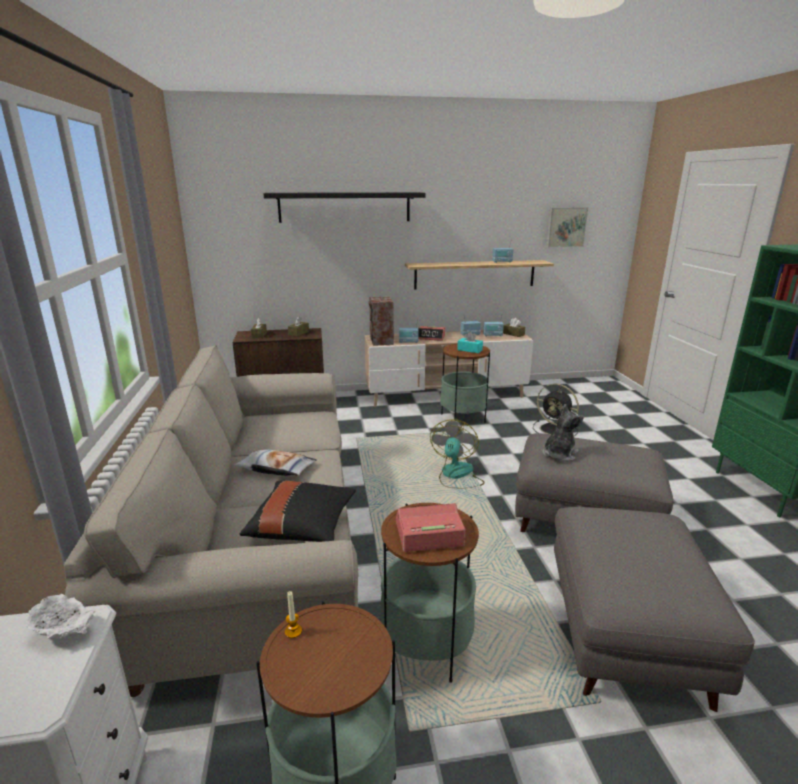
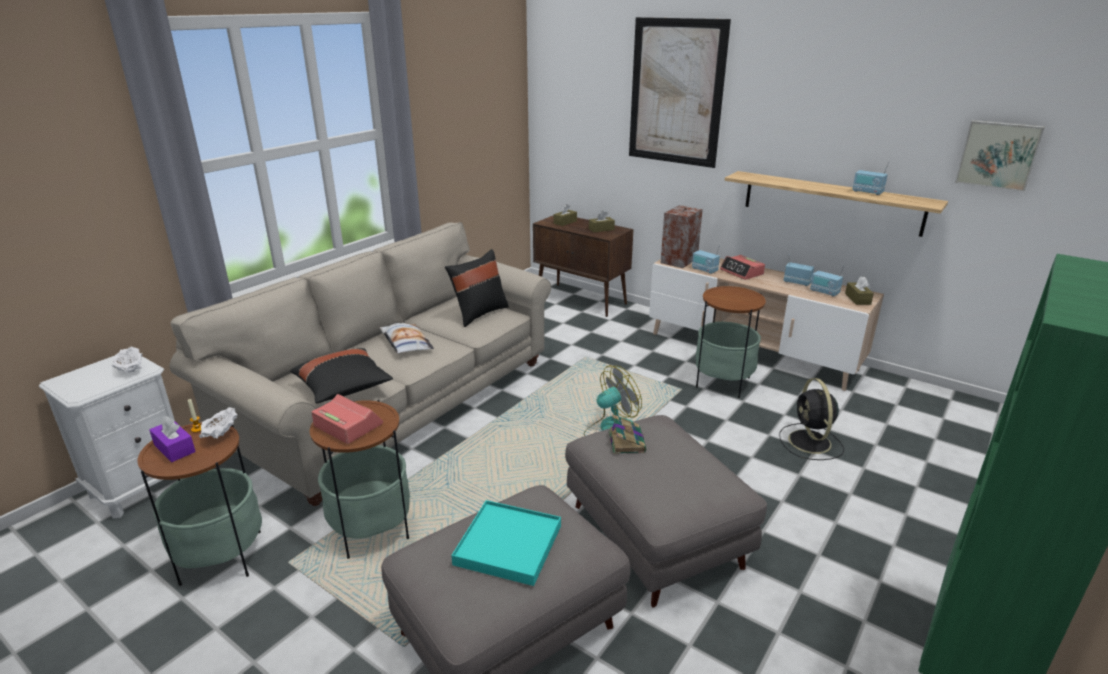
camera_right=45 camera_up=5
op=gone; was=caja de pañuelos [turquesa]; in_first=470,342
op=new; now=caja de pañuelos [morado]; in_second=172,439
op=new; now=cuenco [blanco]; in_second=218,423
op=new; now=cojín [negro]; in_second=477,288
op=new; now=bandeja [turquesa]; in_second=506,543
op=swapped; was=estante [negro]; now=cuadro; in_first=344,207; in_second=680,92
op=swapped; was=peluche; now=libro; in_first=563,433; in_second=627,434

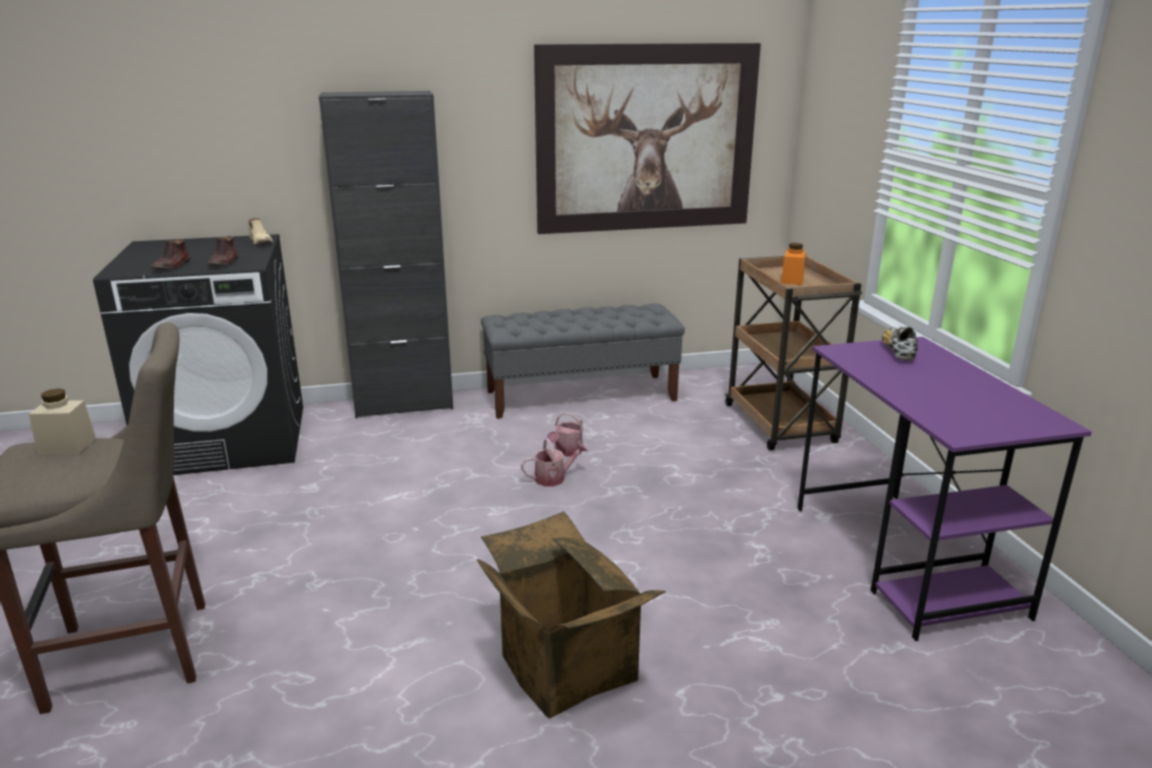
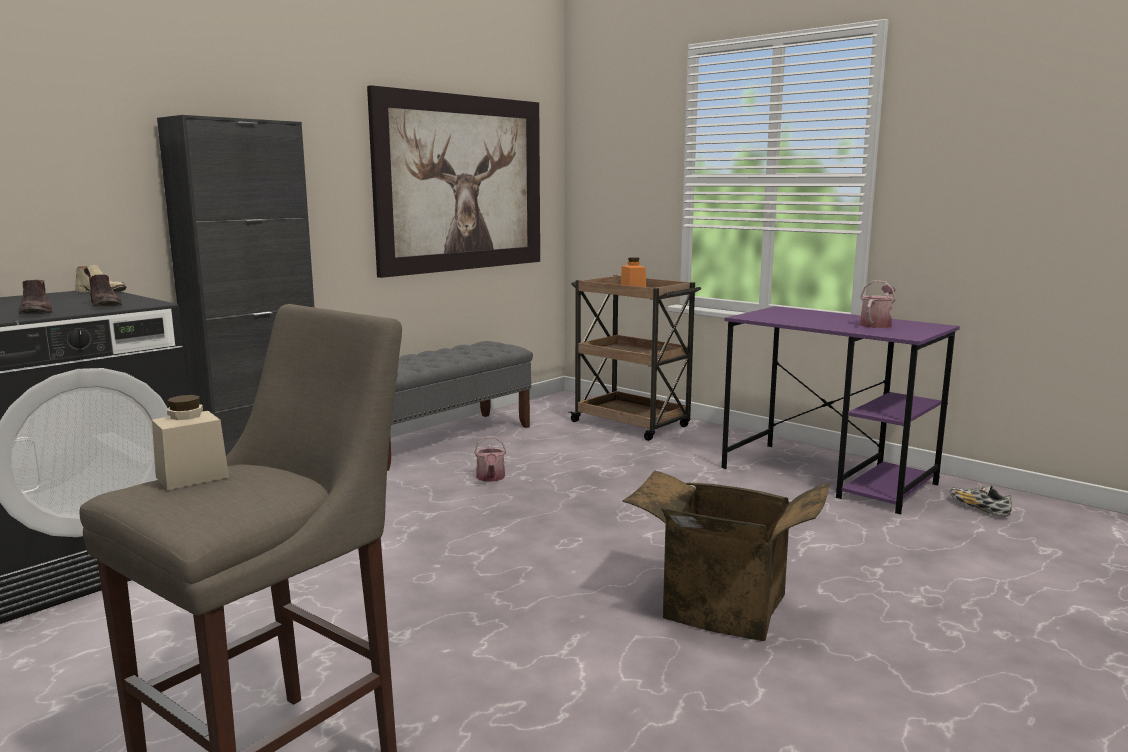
camera_right=-35 camera_up=-10
op=shifted; was=regadera; in_first=554,462; in_second=878,304
op=shifted; was=zapato; in_first=900,343; in_second=981,501

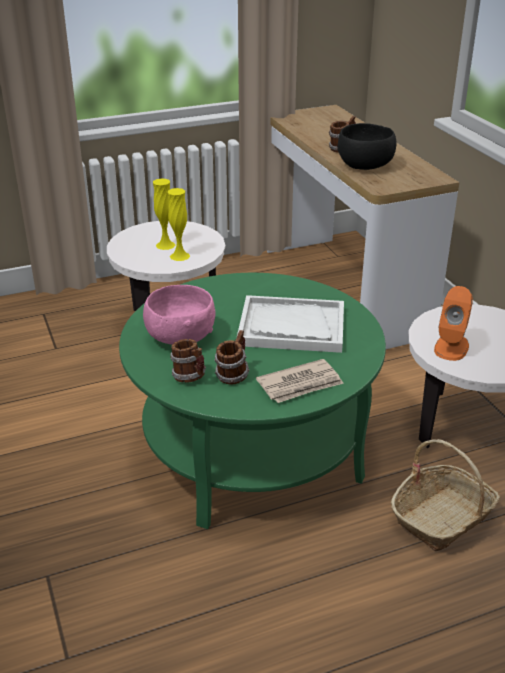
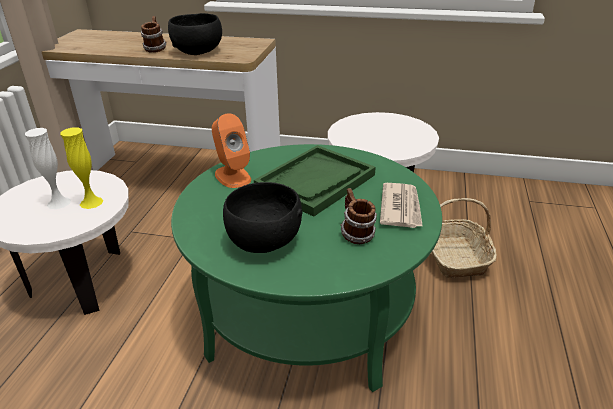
camera_right=-55 camera_up=0
op=gone; was=taza grande; in_first=188,361
op=shifted; was=altavoz [naranja]; in_first=453,323; in_second=231,150
op=repainted; was=cuenco [rosa]; now=cuenco [negro]; in_first=179,315; in_second=262,217
op=repainted; was=florero [amarillo]; now=florero [blanco]; in_first=164,214; in_second=48,168
op=repainted; was=bandeja [blanco]; now=bandeja [verde]; in_first=290,324; in_second=315,181

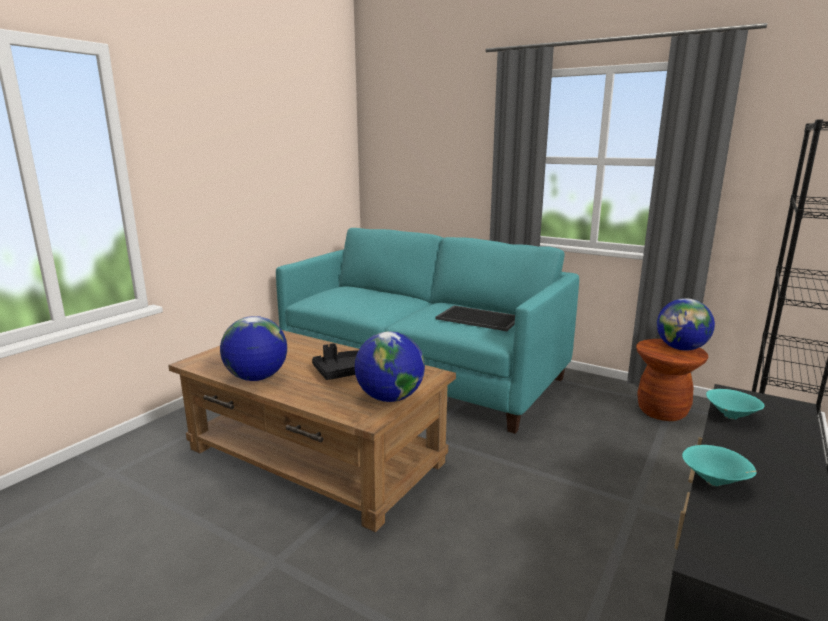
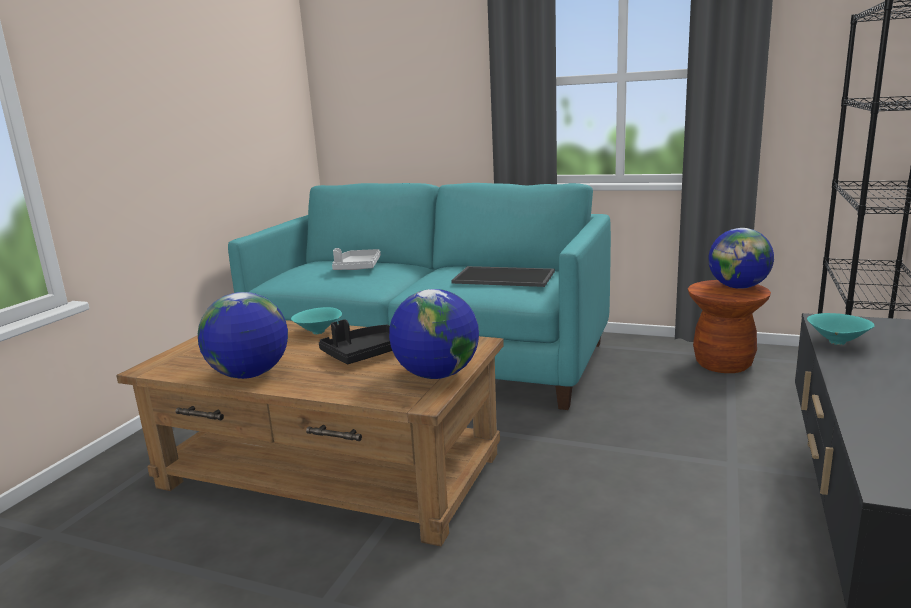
camera_right=-10 camera_up=0
op=new; now=bandeja [gris]; in_second=356,259
op=shifted; was=cuenco [turquesa]; in_first=719,465; in_second=316,320

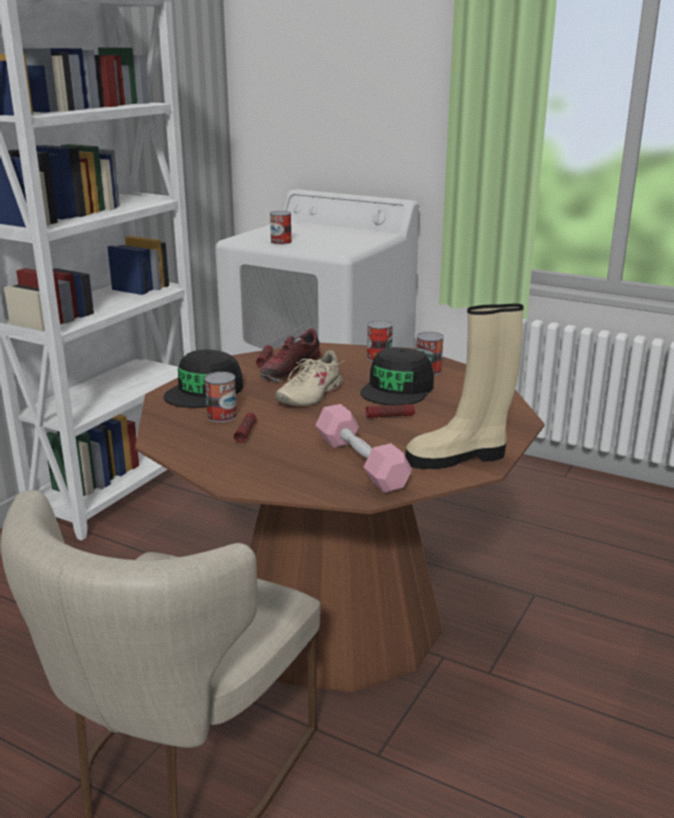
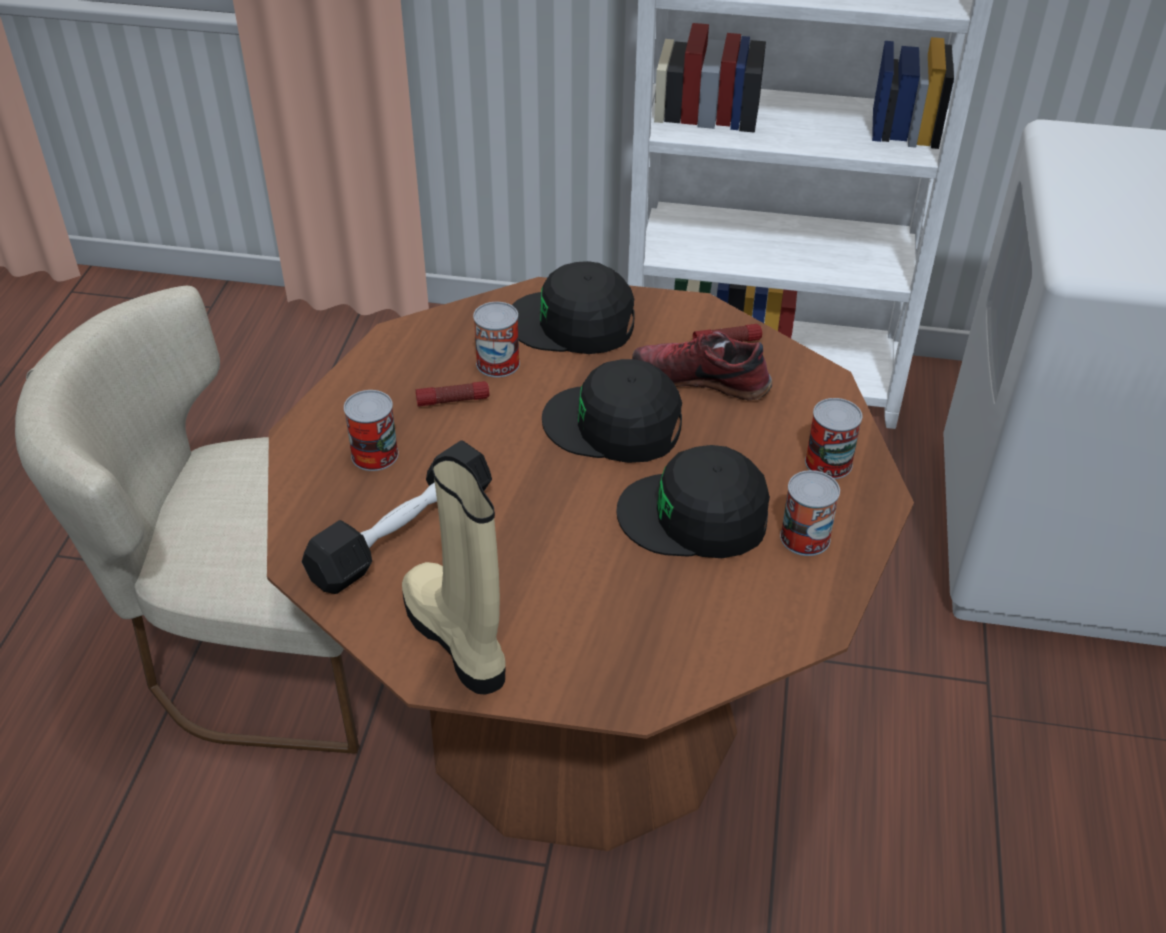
camera_right=70 camera_up=20
op=gone; was=linterna; in_first=390,411
op=shifted; was=lata; in_first=281,228; in_second=371,430
op=swapped; was=zapato [beis]; now=gorra [negro]; in_first=310,378; in_second=612,411
op=repainted; was=mancuerna [rosa]; now=mancuerna [negro]; in_first=364,448; in_second=397,517

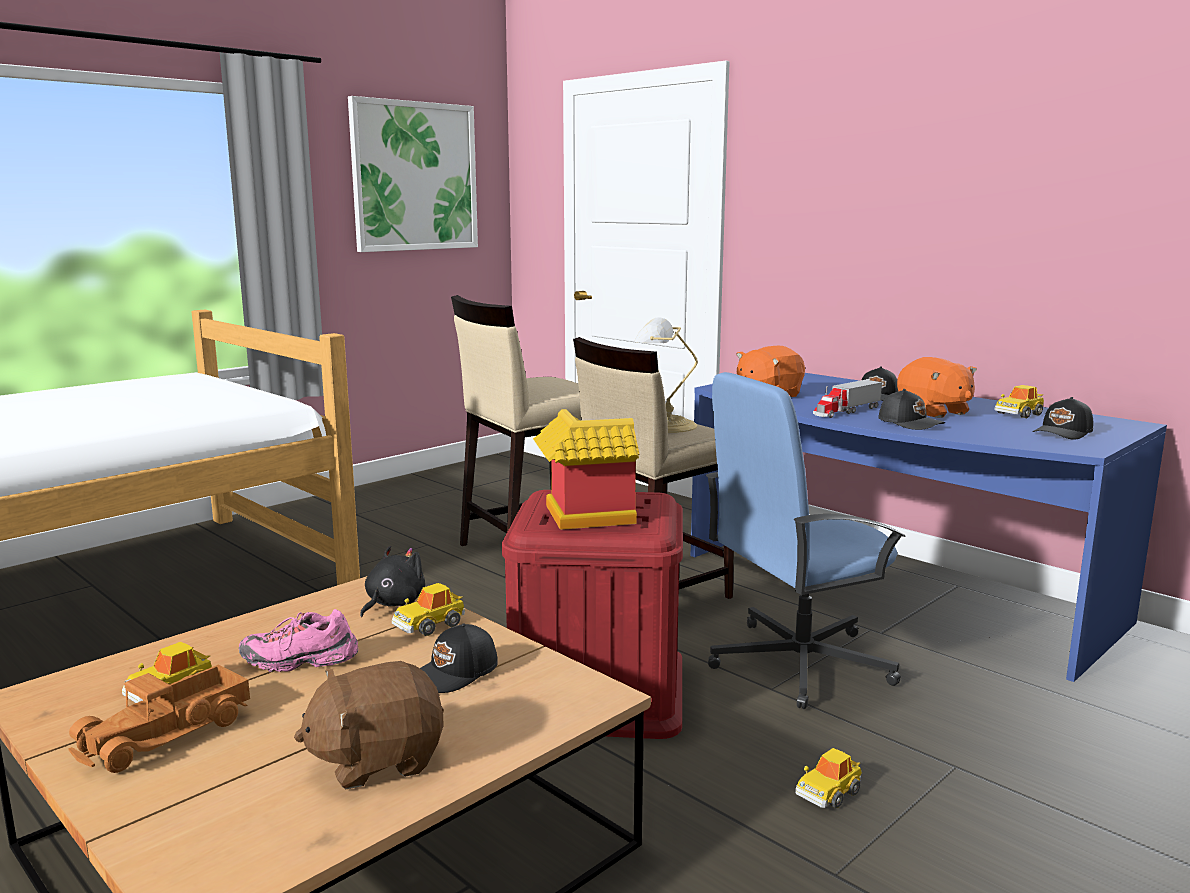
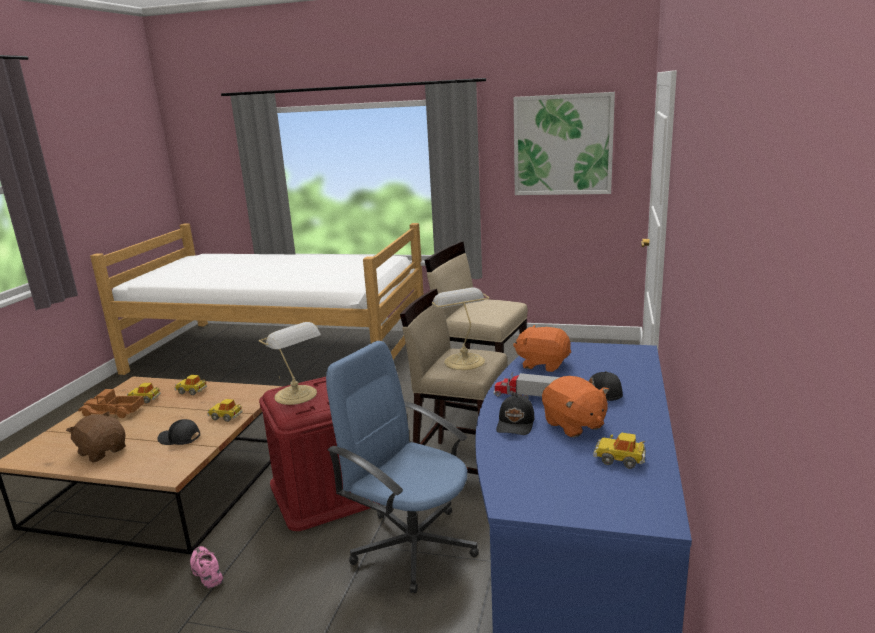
camera_right=60 camera_up=5
op=gone; was=peluche [negro]; in_first=392,581
op=gone; was=gorra [negro]; in_first=1063,418
op=shifted; was=zapato [rosa]; in_first=298,640; in_second=206,567
op=shifted; was=coche de juguete; in_first=828,778; in_second=191,385
op=swapped; was=casita; now=lámpara de mesa; in_first=586,469; in_second=289,363
op=rotated; was=peluche [naranja]; in_first=937,387; in_second=575,406; clockwise=-60

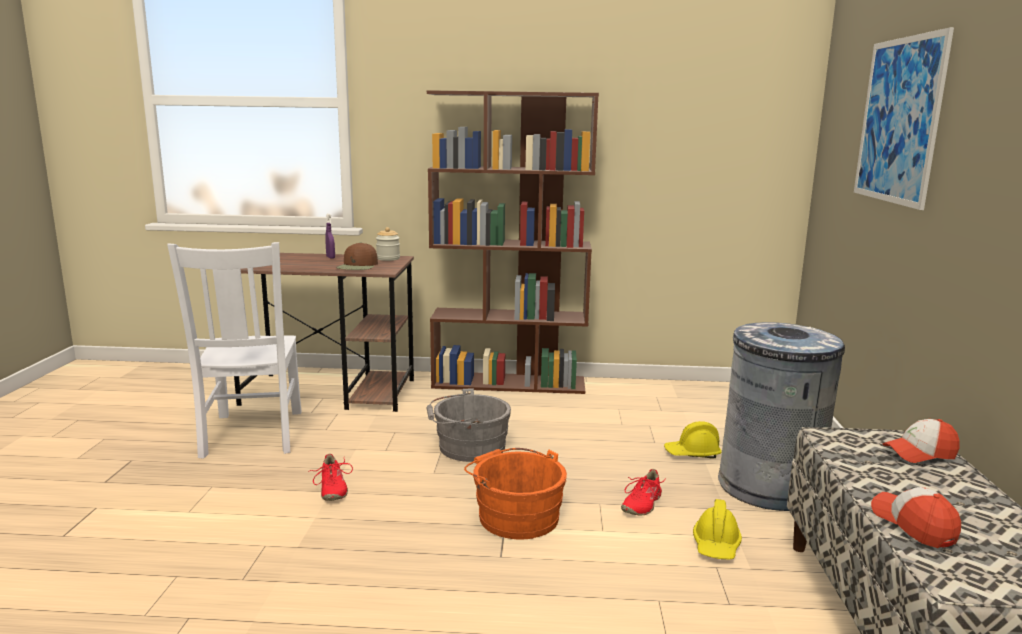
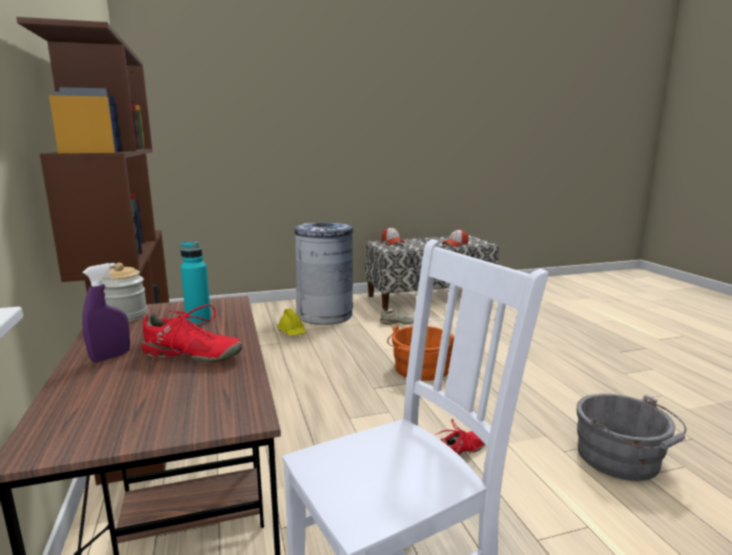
camera_right=-110 camera_up=0
op=gone; was=cuadro; in_first=904,118
op=shifted; was=cubo [gris]; in_first=469,425; in_second=631,437
op=shifted; was=zapato [rojo]; in_first=644,492; in_second=192,333
op=swapped; was=gorra [marrón]; now=botella [turquesa]; in_first=357,256; in_second=195,283
op=swapped; was=casco [amarillo]; now=zapato [beis]; in_first=717,529; in_second=397,315

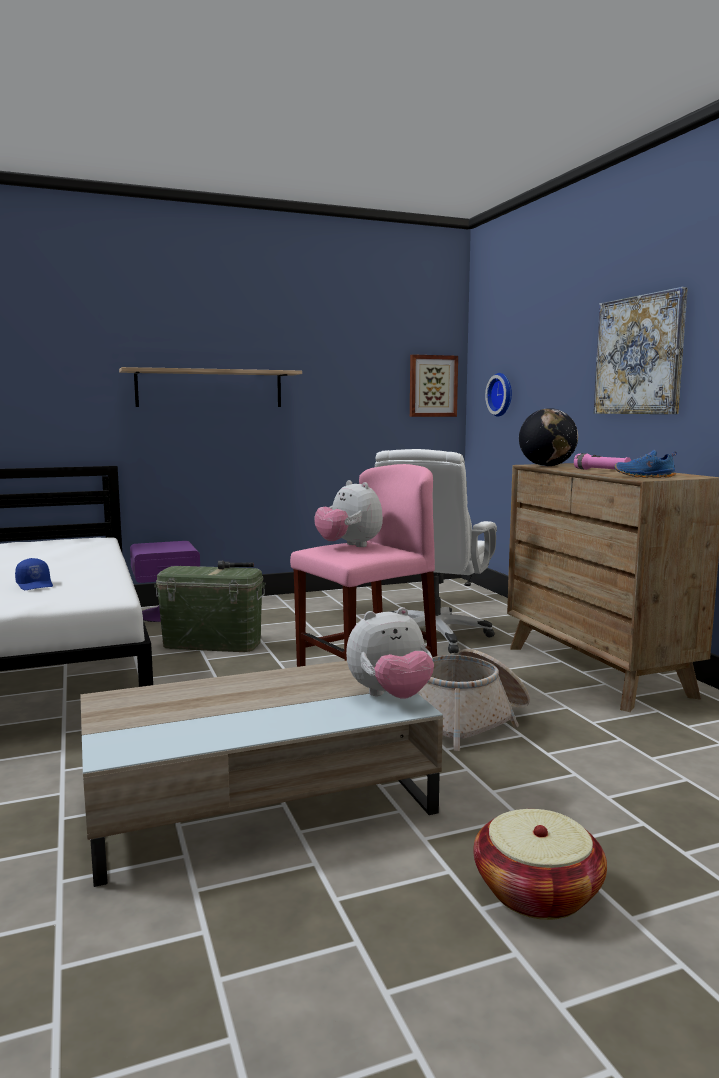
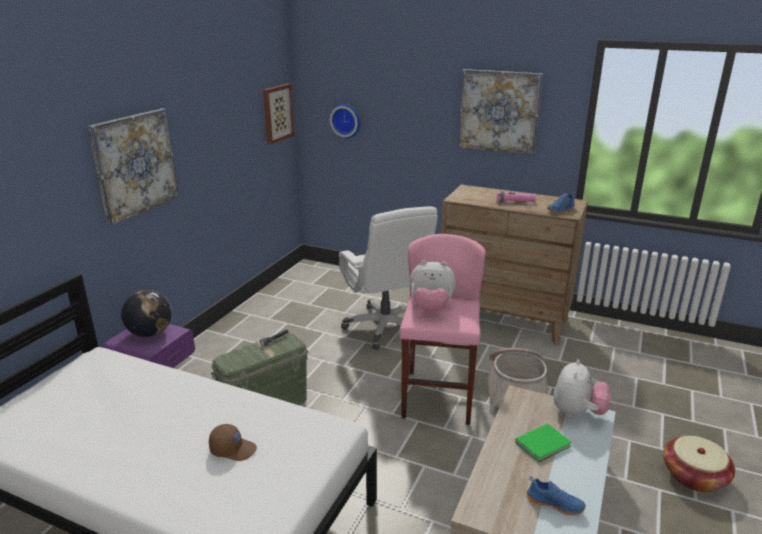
camera_right=-45 camera_up=15
op=new; now=libro [verde]; in_second=543,443
op=new; now=zapato [azul]; in_second=556,495
op=shifted; was=globo terráqueo; in_first=548,437; in_second=146,313
op=swapped; was=estante; now=cuadro; in_first=210,387; in_second=133,166
op=repainted; was=gorra [azul]; now=gorra [marrón]; in_first=34,574; in_second=233,442

